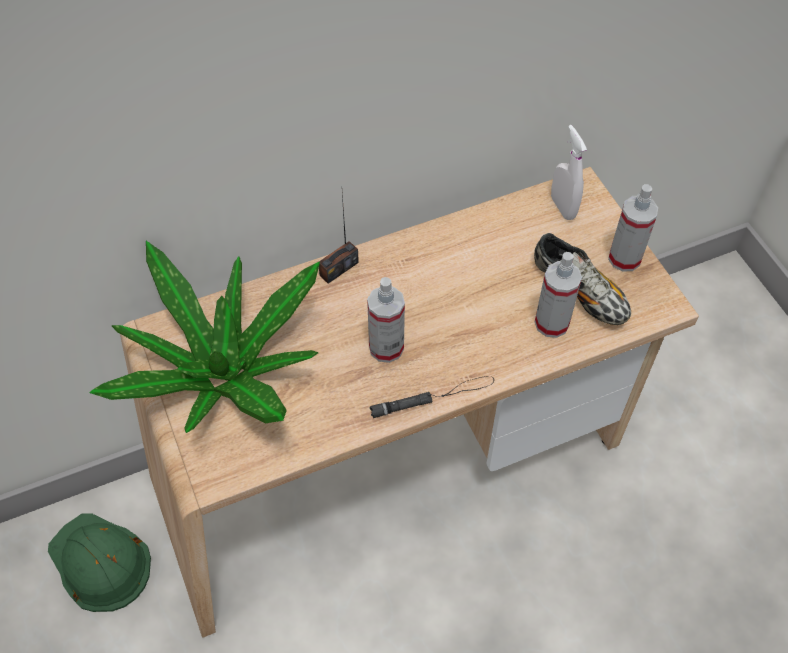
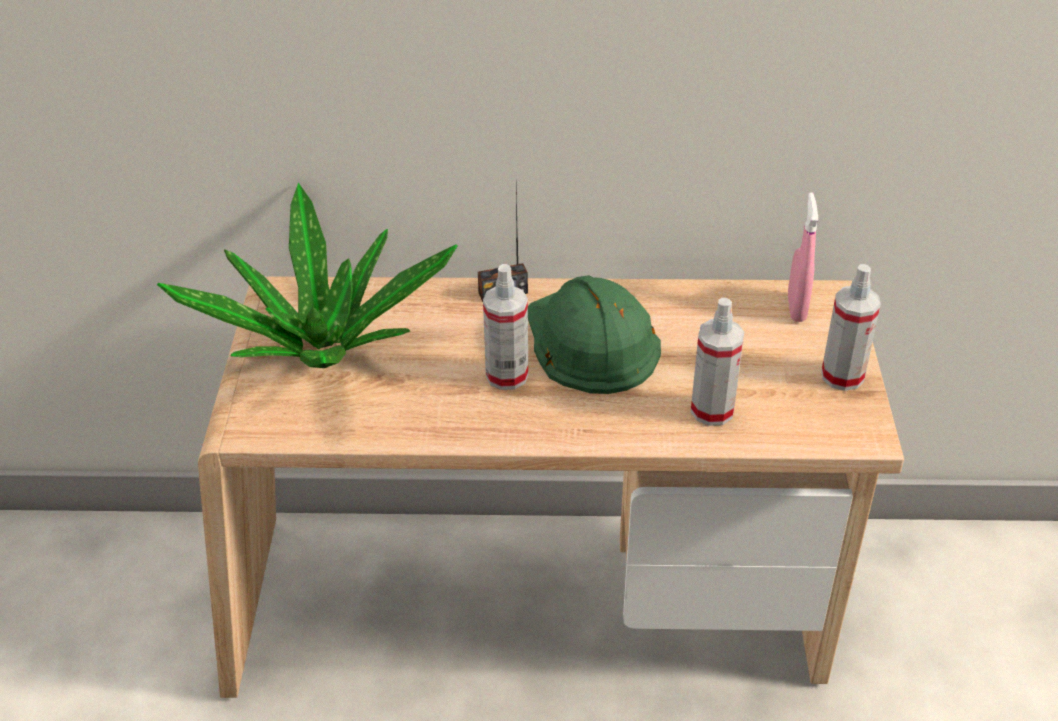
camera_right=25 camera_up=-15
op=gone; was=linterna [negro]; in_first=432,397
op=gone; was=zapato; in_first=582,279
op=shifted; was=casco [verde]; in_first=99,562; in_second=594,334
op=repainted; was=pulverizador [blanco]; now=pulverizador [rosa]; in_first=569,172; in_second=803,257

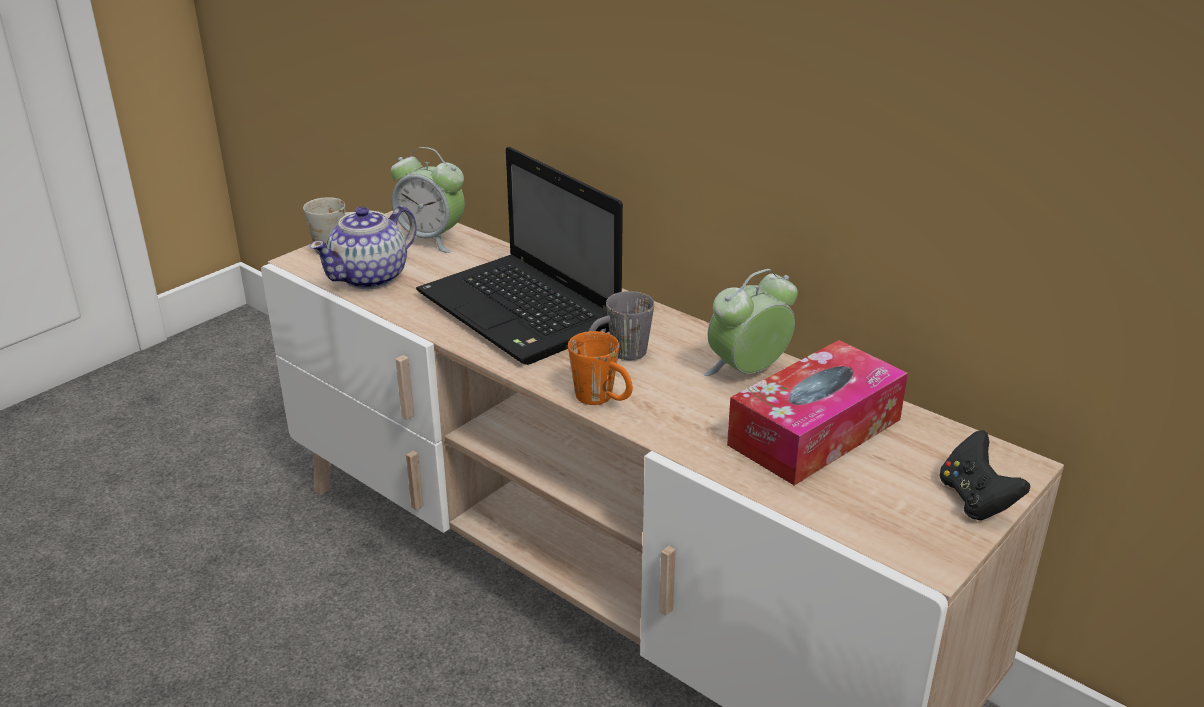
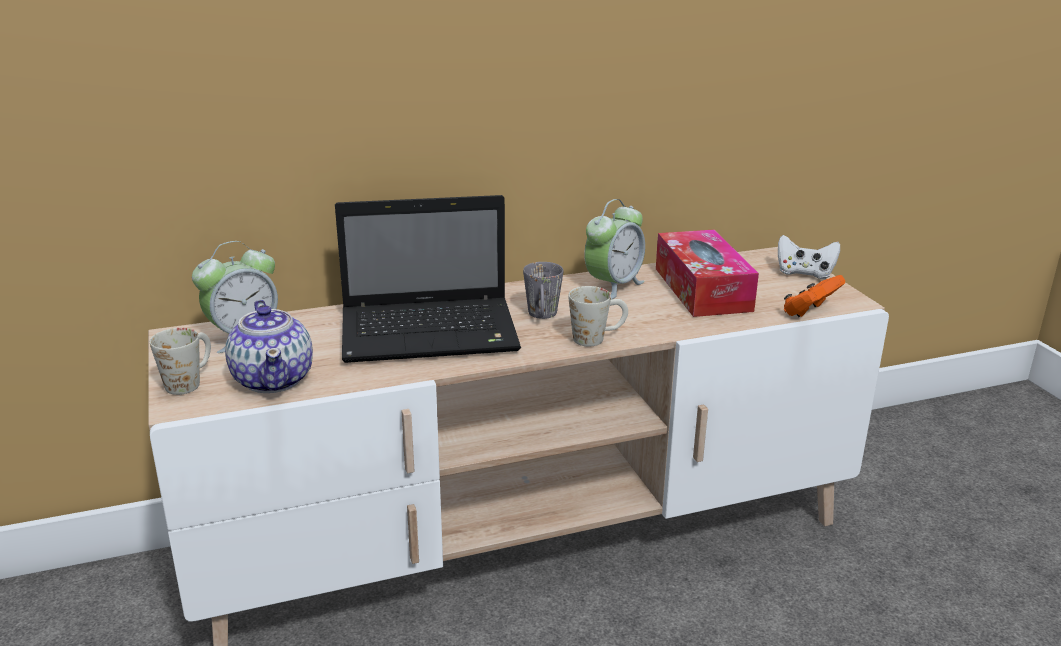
camera_right=-60 camera_up=-5
op=new; now=mando de consola [naranja]; in_second=814,296
op=repainted; was=taza grande [naranja]; now=taza grande [blanco]; in_first=600,368; in_second=598,316
op=repainted; was=mando de consola [negro]; now=mando de consola [blanco]; in_first=985,475; in_second=809,257
op=rotated; was=despertador; in_first=751,322; in_second=614,249; clockwise=-135

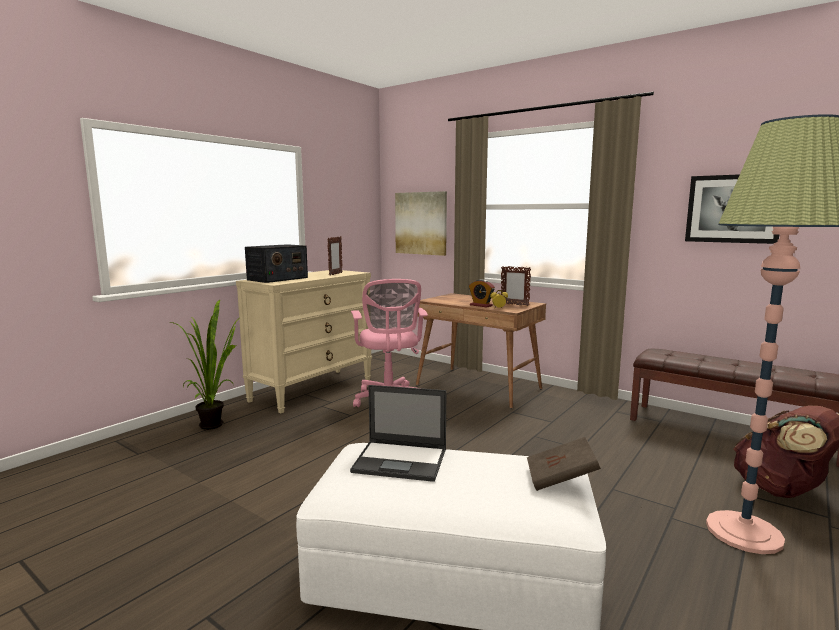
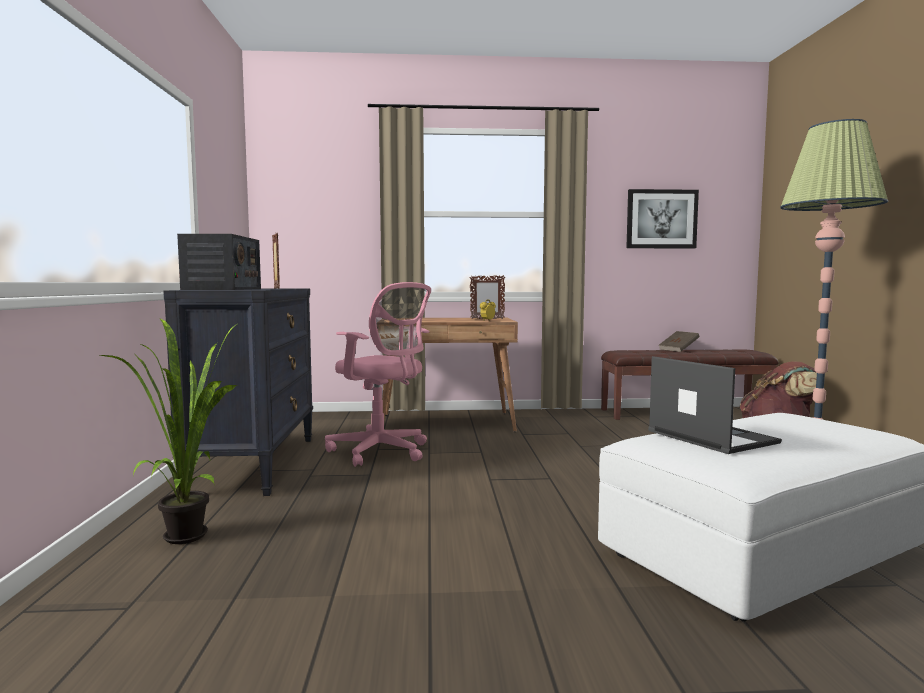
camera_right=-40 camera_up=-5
op=gone; was=cuadro; in_first=421,223
op=gone; was=despertador; in_first=482,293
op=shifted; was=libro [marrón]; in_first=564,464; in_second=679,341
op=repainted; was=cómoda [beis]; now=cómoda [negro]; in_first=304,341; in_second=238,392
op=rotated; was=portátil; in_first=398,433; in_second=715,405; clockwise=-90

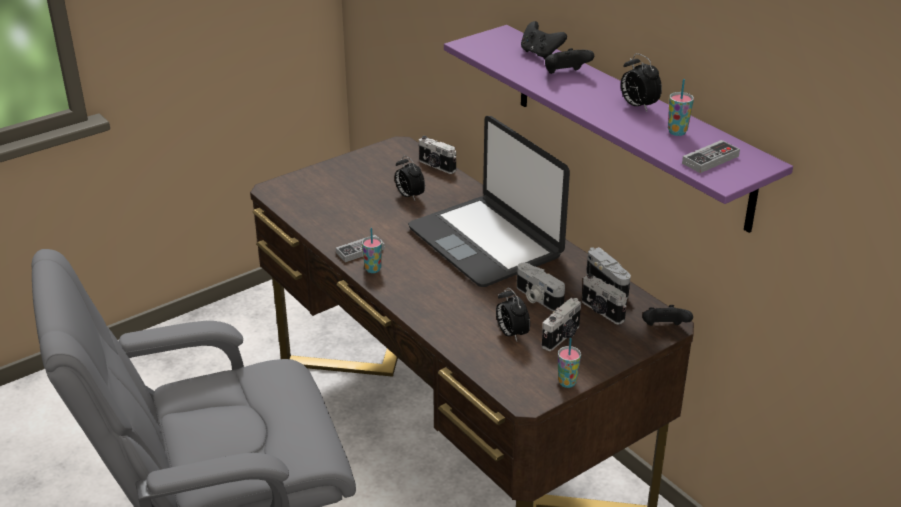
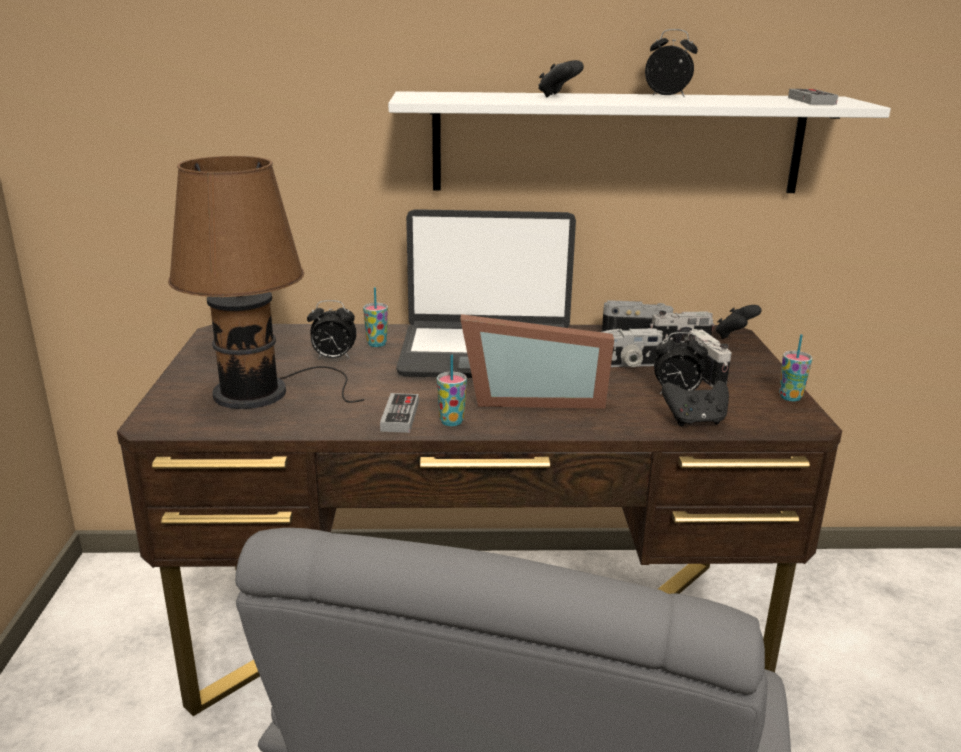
camera_right=-55 camera_up=-10
op=gone; was=cámara; in_first=437,155
op=new; now=lámpara de mesa [marrón]; in_second=266,282
op=new; now=portarretratos; in_second=537,361
op=shifted; was=mando de consola [negro]; in_first=544,40; in_second=695,403
op=shifted; was=taza; in_first=681,107; in_second=375,317
op=repainted; was=estante [morado]; now=estante [blanco]; in_first=618,129; in_second=639,142
op=rotated; was=despertador; in_first=641,82; in_second=671,63; clockwise=-150

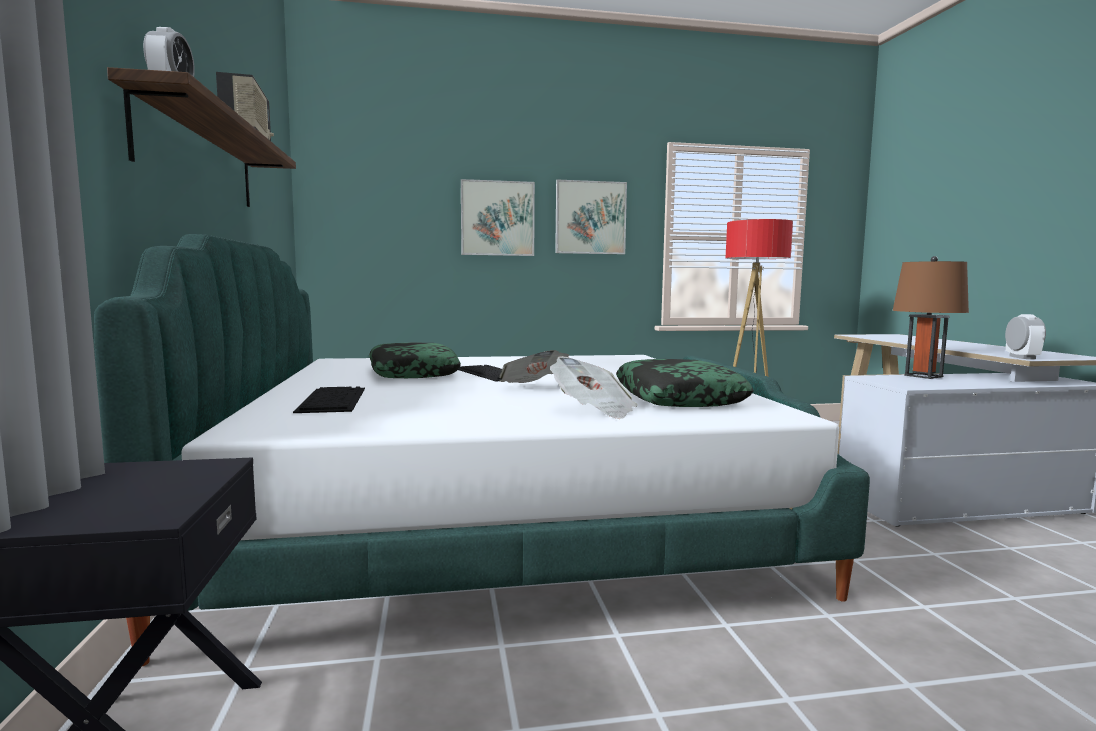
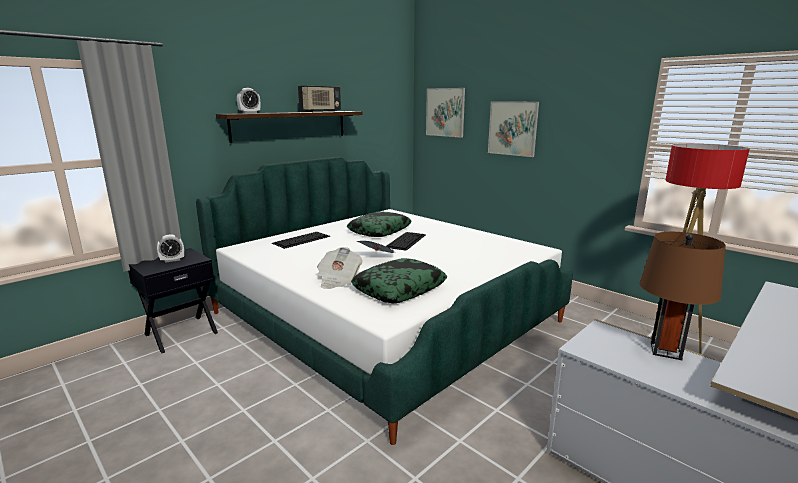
camera_right=55 camera_up=10
op=shifted; was=cuadro; in_first=591,216; in_second=445,113
op=shifted; was=despertador; in_first=1025,336; in_second=170,248

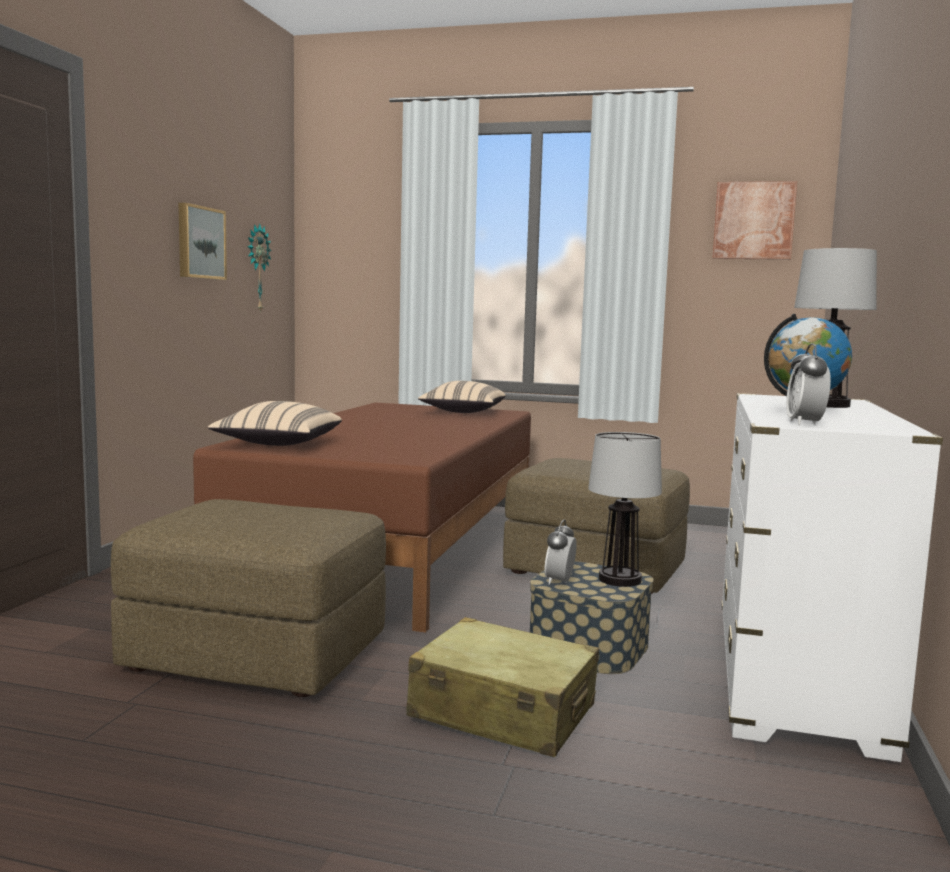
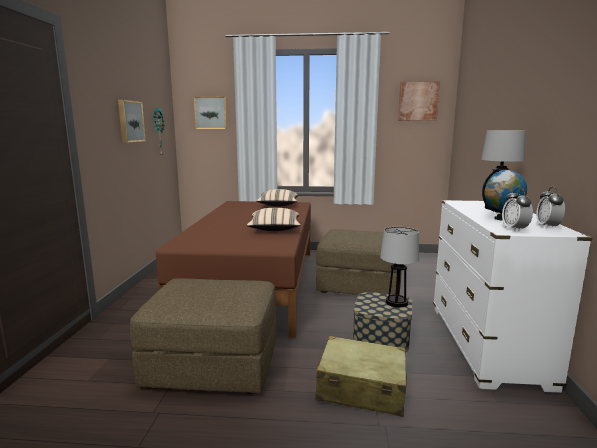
camera_right=-10 camera_up=5
op=new; now=cuadro; in_second=210,112
op=shifted; was=cojín [beis]; in_first=275,423; in_second=274,219
op=shifted; was=despertador; in_first=560,552; in_second=550,208

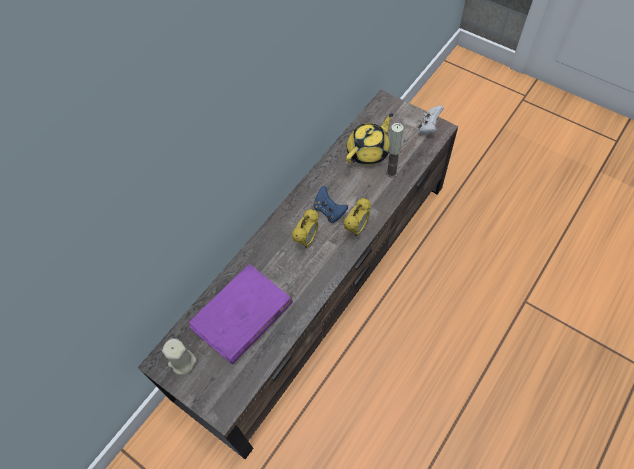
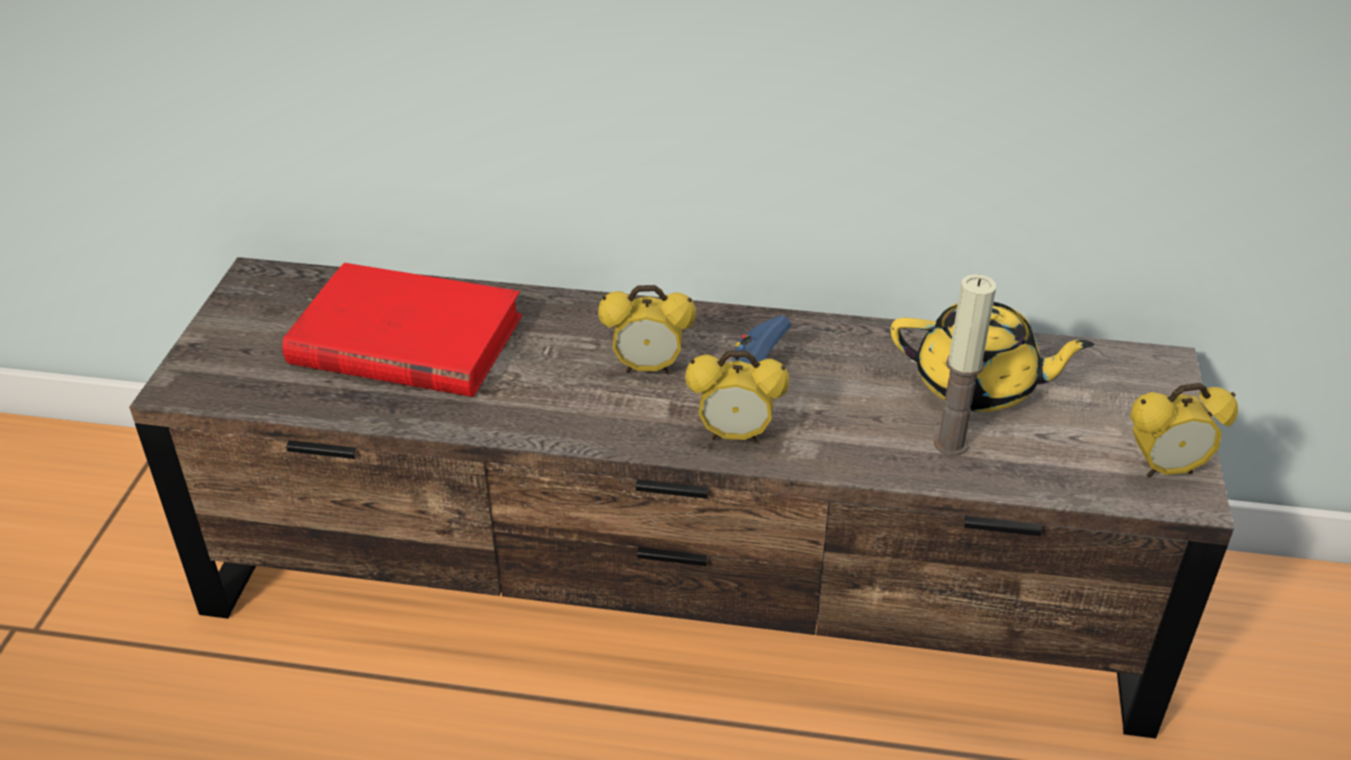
camera_right=60 camera_up=-20
op=gone; was=vela [beis]; in_first=179,356
op=swapped; was=mando de consola [blanco]; now=despertador; in_first=431,120; in_second=1184,430
op=repainted; was=libro [morado]; now=libro [rojo]; in_first=241,314; in_second=402,330

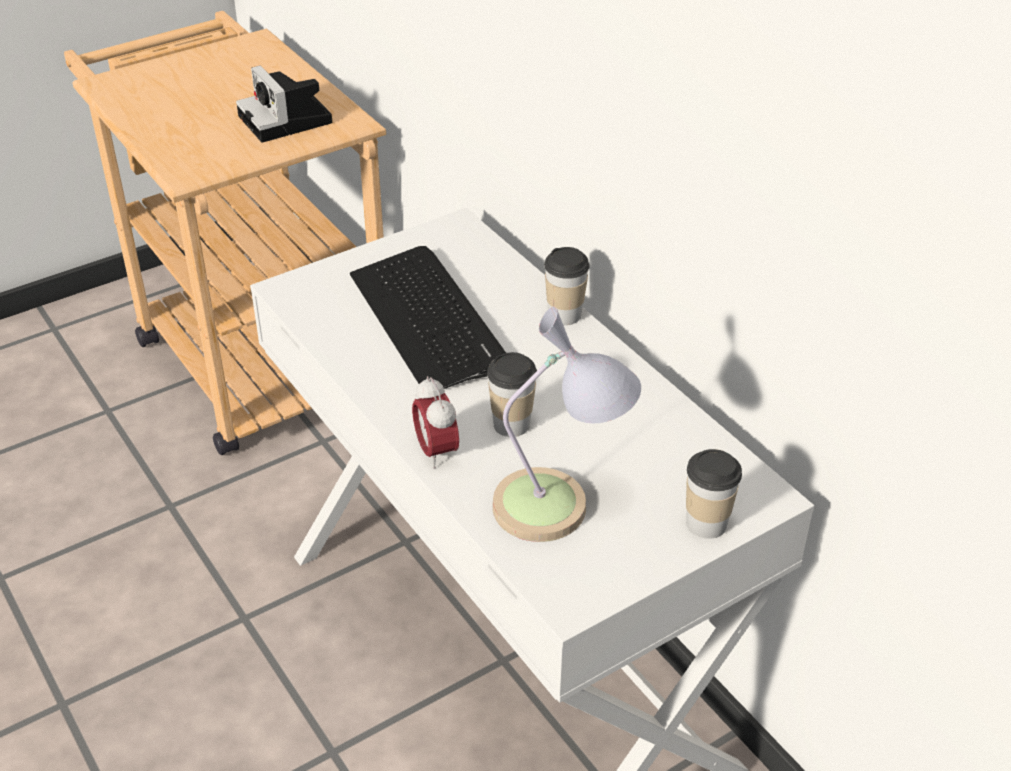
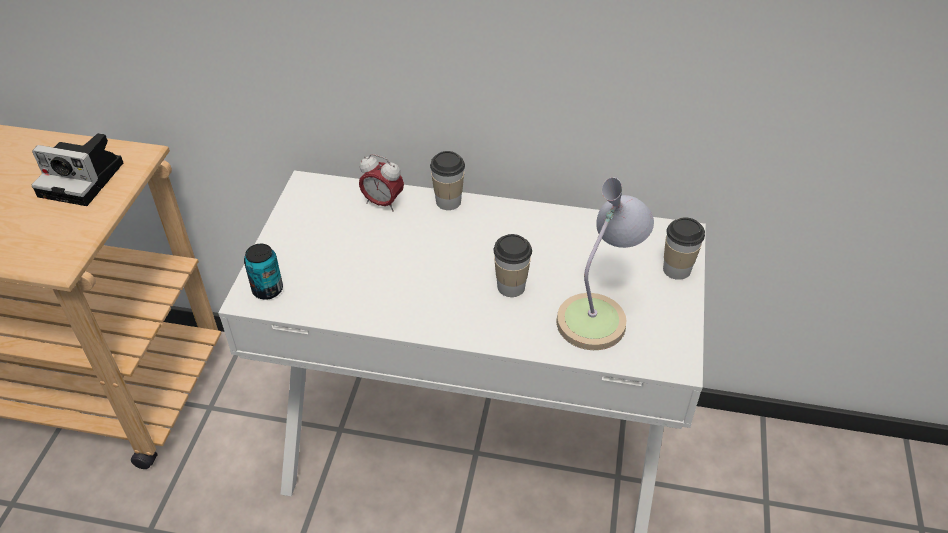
camera_right=-45 camera_up=5
op=gone; was=teclado; in_first=428,317
op=new; now=lata; in_second=263,272
op=shifted; was=despertador; in_first=435,422; in_second=381,183

